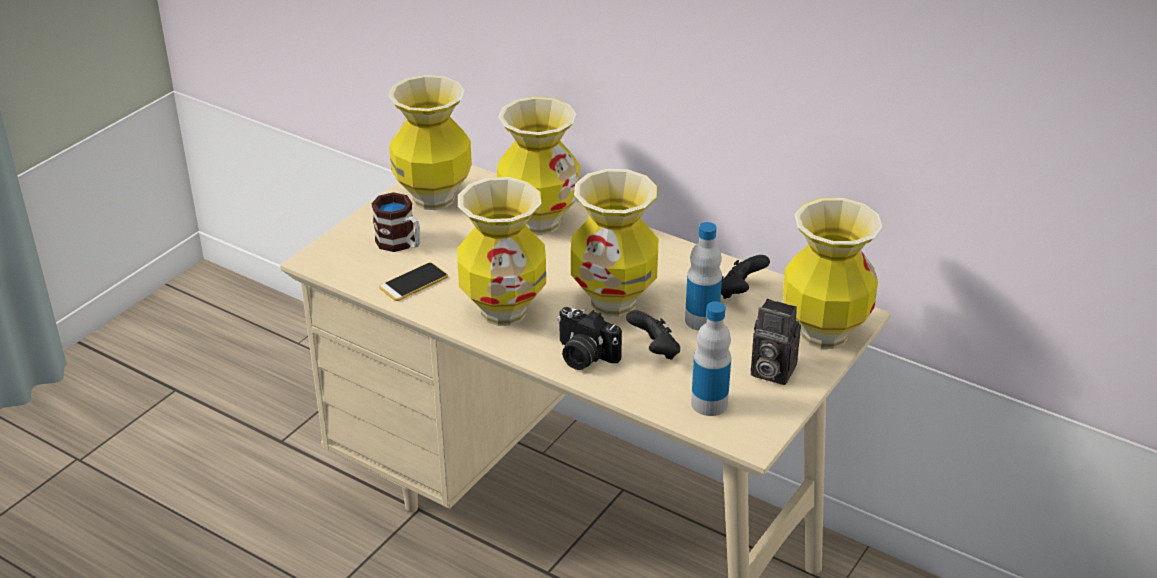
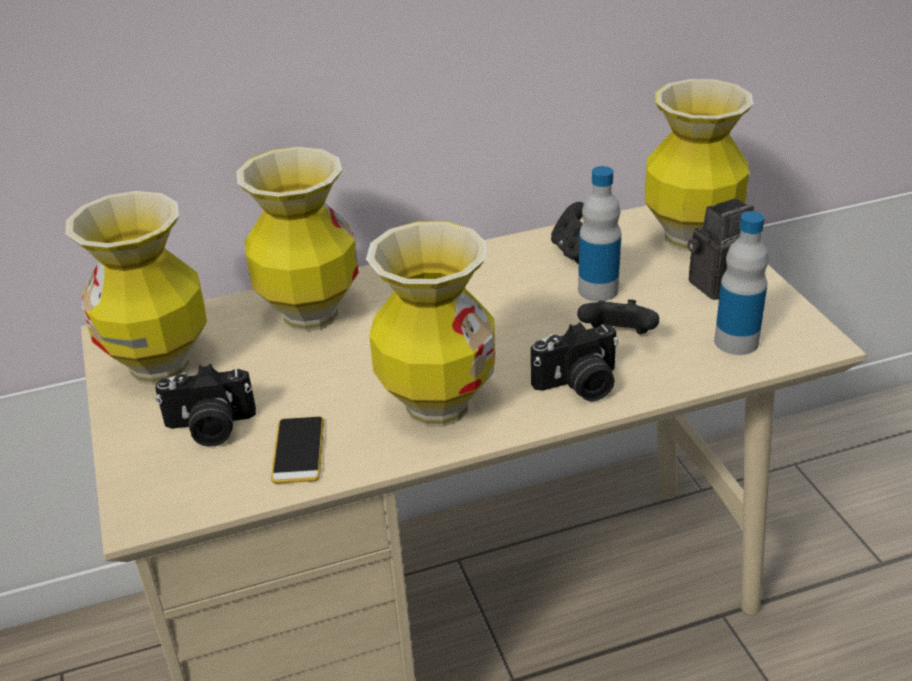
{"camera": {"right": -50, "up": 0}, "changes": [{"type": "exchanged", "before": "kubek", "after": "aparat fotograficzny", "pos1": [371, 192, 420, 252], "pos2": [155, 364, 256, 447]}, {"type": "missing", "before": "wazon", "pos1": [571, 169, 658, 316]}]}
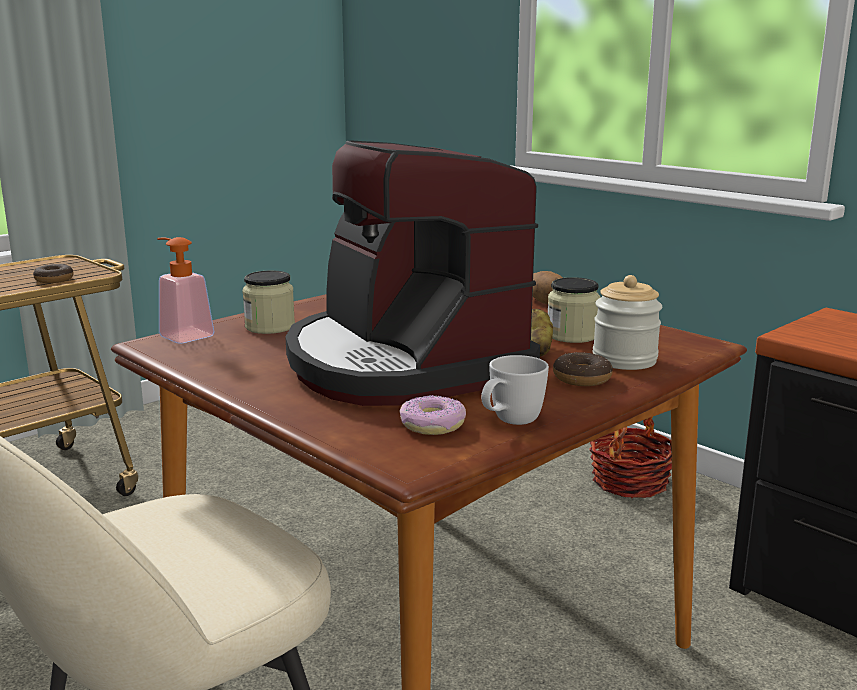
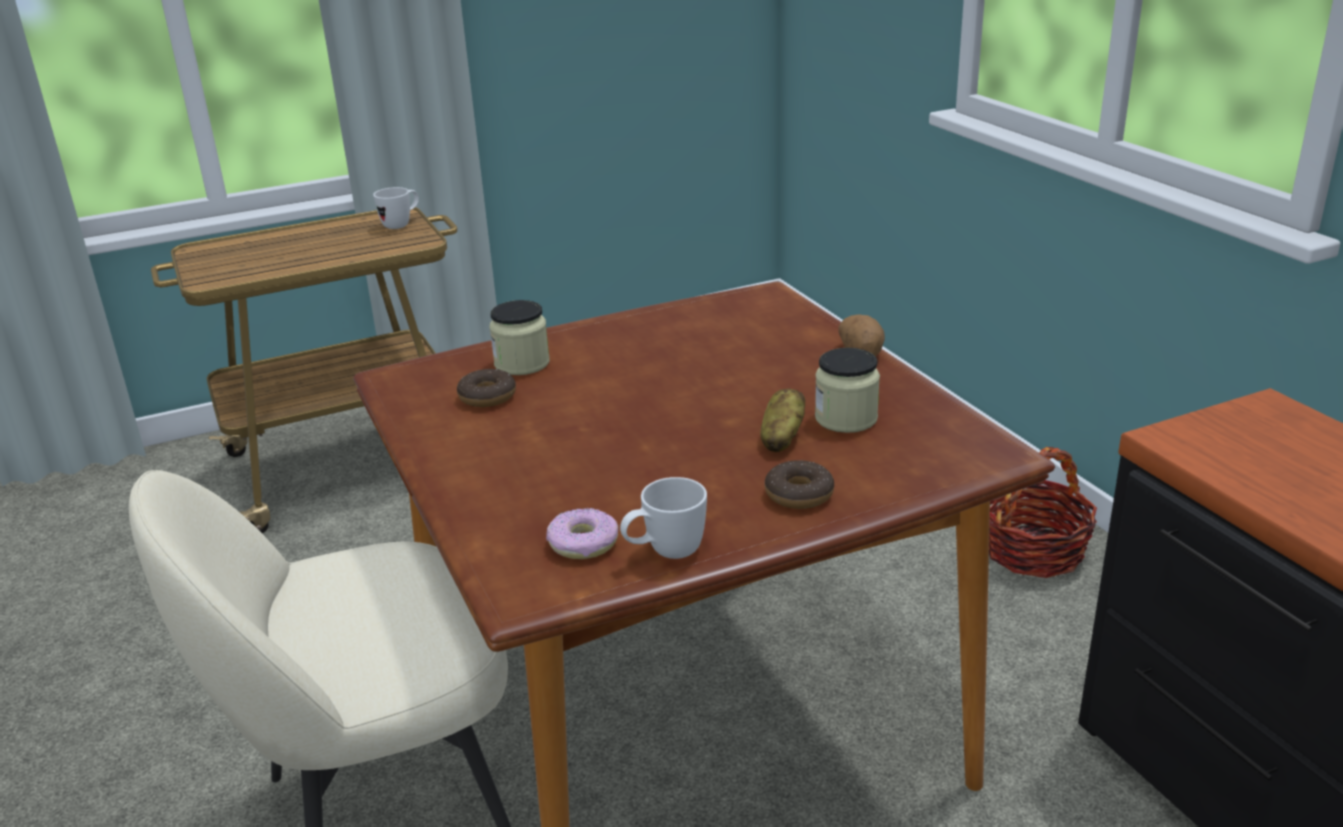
{"camera": {"right": 20, "up": 10}, "changes": [{"type": "relocated", "before": "donut", "pos1": [33, 264, 74, 283], "pos2": [457, 369, 516, 407]}, {"type": "missing", "before": "dozownik mydła", "pos1": [157, 237, 214, 344]}, {"type": "missing", "before": "ekspres do kawy", "pos1": [285, 140, 540, 406]}, {"type": "missing", "before": "słoik", "pos1": [593, 275, 662, 370]}, {"type": "appeared", "after": "kubek [biały]", "pos2": [373, 187, 419, 229]}]}
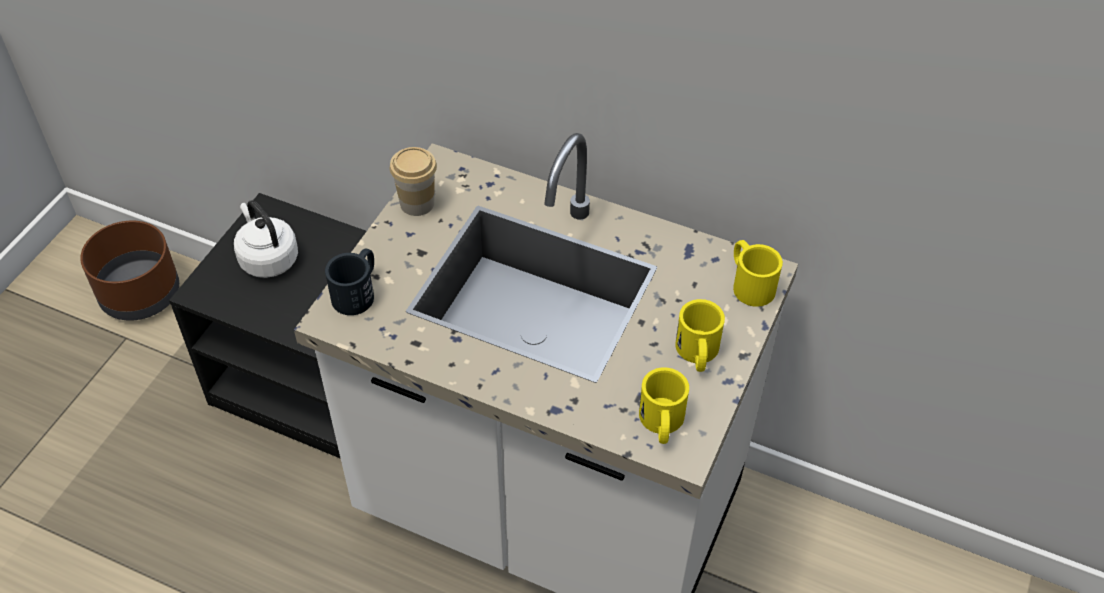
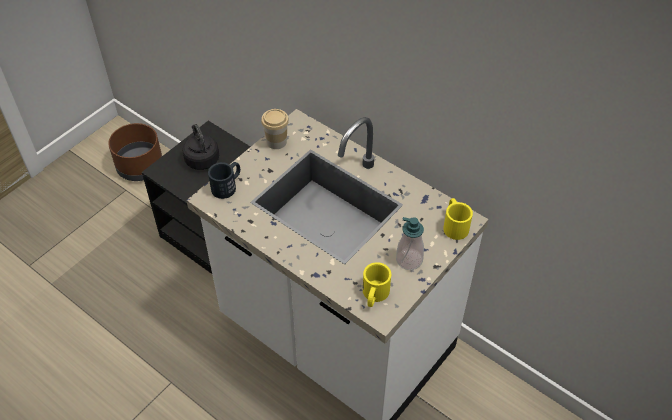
{"camera": {"right": 15, "up": 0}, "changes": [{"type": "colour", "before": "czajnik [biały]", "after": "czajnik [czarny]", "pos1": [234, 200, 298, 278], "pos2": [182, 124, 219, 170]}, {"type": "exchanged", "before": "kubek [żółty]", "after": "dozownik mydła", "pos1": [675, 299, 725, 372], "pos2": [396, 217, 424, 270]}]}
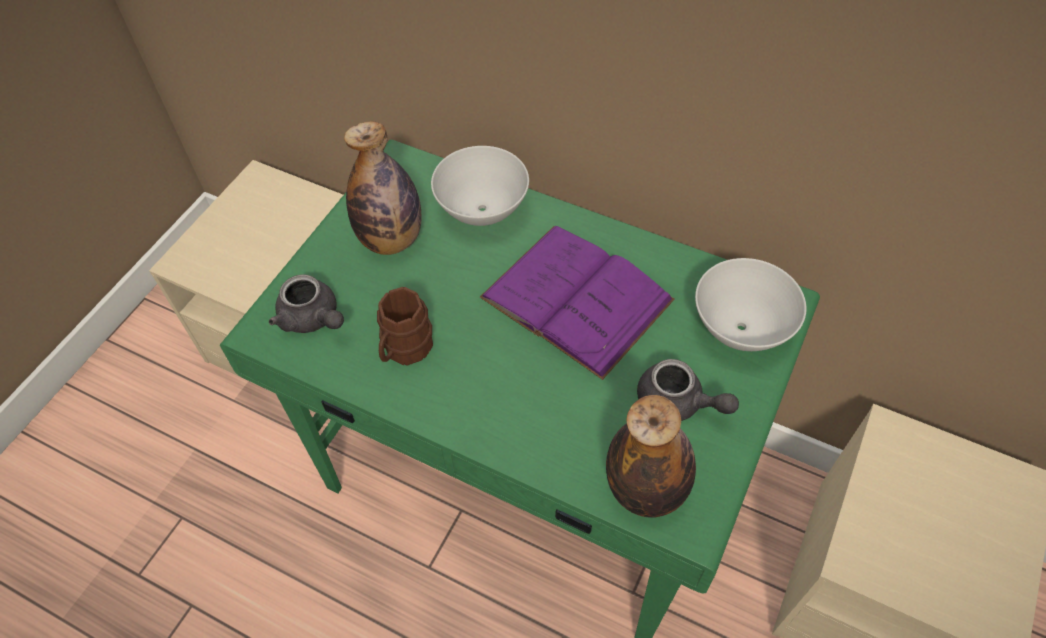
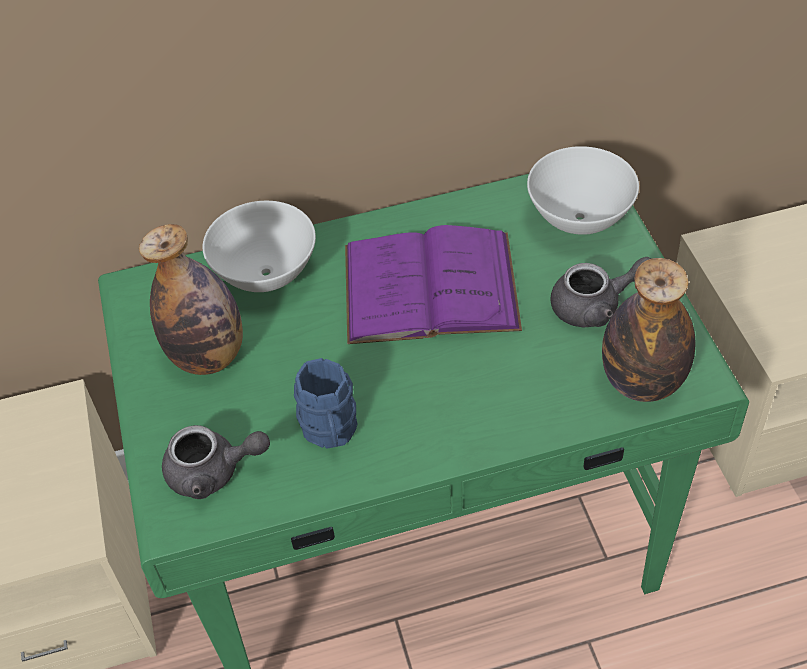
{"camera": {"right": -40, "up": -5}, "changes": [{"type": "colour", "before": "kubek [brązowy]", "after": "kubek [niebieski]", "pos1": [377, 287, 433, 366], "pos2": [294, 358, 358, 449]}]}
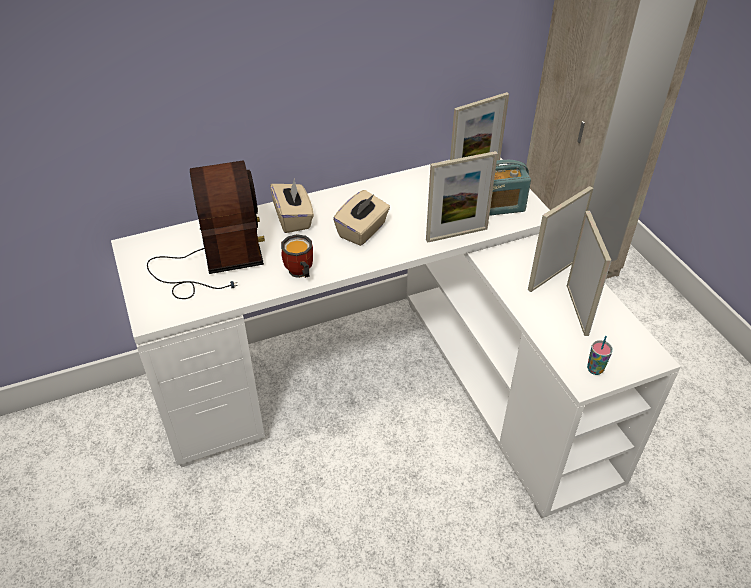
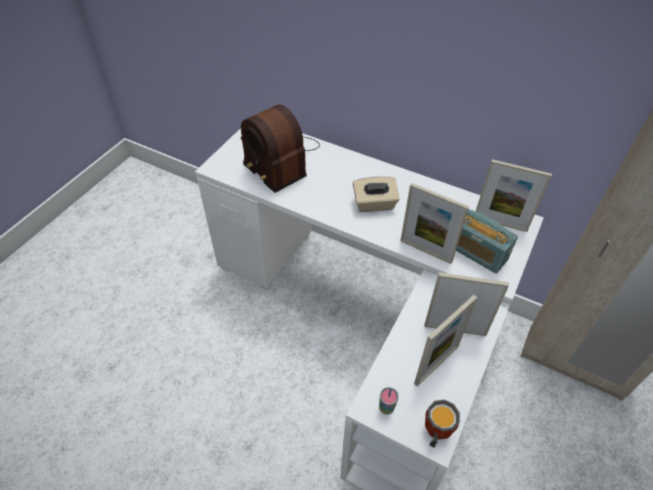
{"camera": {"right": 50, "up": 5}, "changes": [{"type": "spun", "before": "radio", "pos1": [147, 160, 265, 299], "pos2": [241, 104, 320, 193], "turn": 105}, {"type": "missing", "before": "pudełko chusteczek [beżowy]", "pos1": [270, 180, 314, 233]}, {"type": "relocated", "before": "kubek", "pos1": [281, 234, 313, 278], "pos2": [425, 400, 460, 448]}]}
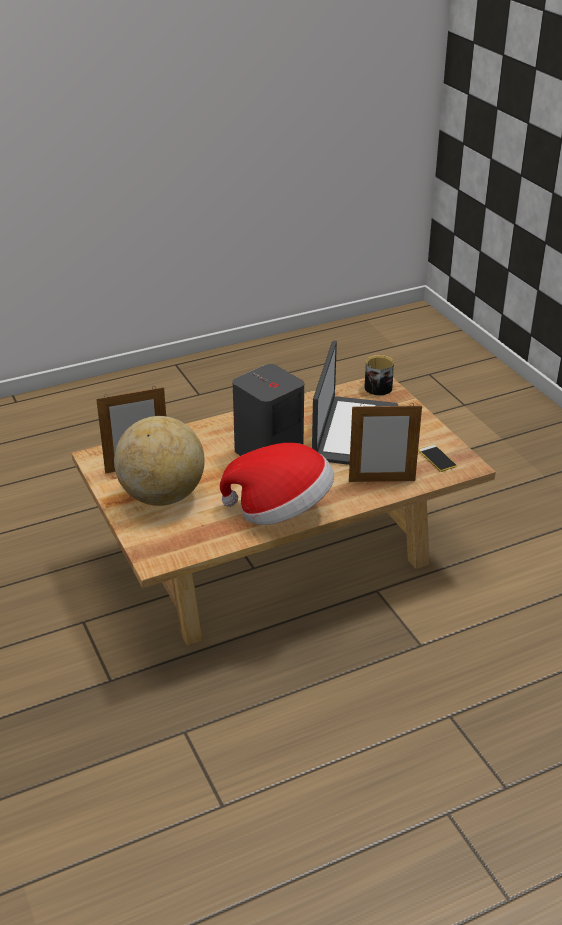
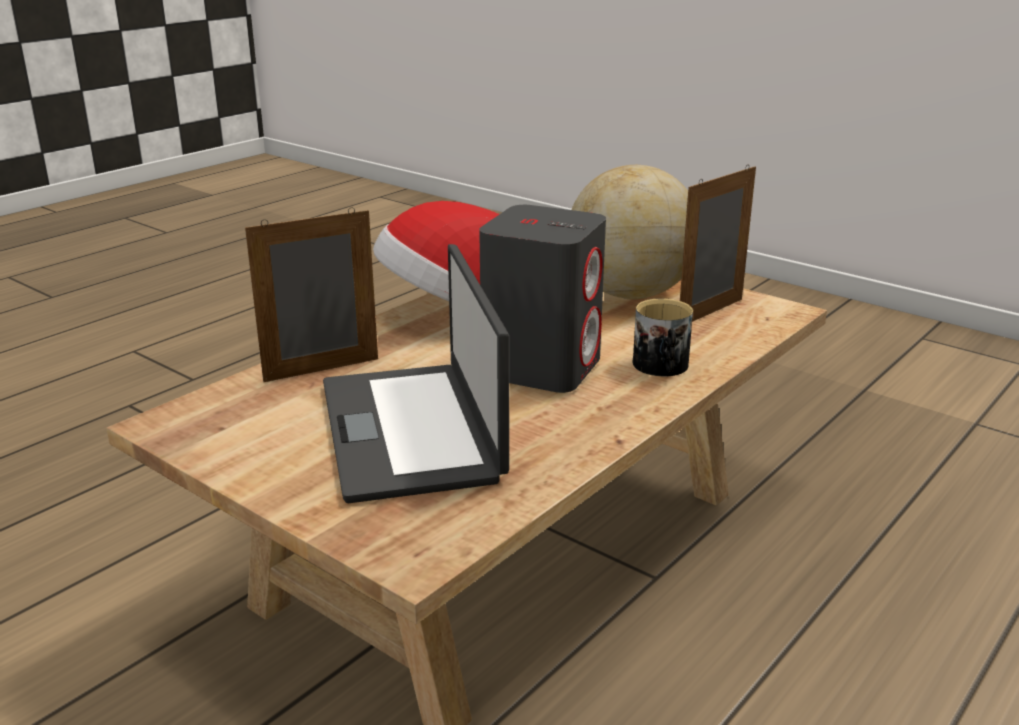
{"camera": {"right": 155, "up": -10}, "changes": [{"type": "relocated", "before": "kubek", "pos1": [365, 355, 394, 395], "pos2": [633, 298, 693, 376]}, {"type": "missing", "before": "telefon", "pos1": [418, 445, 457, 472]}]}
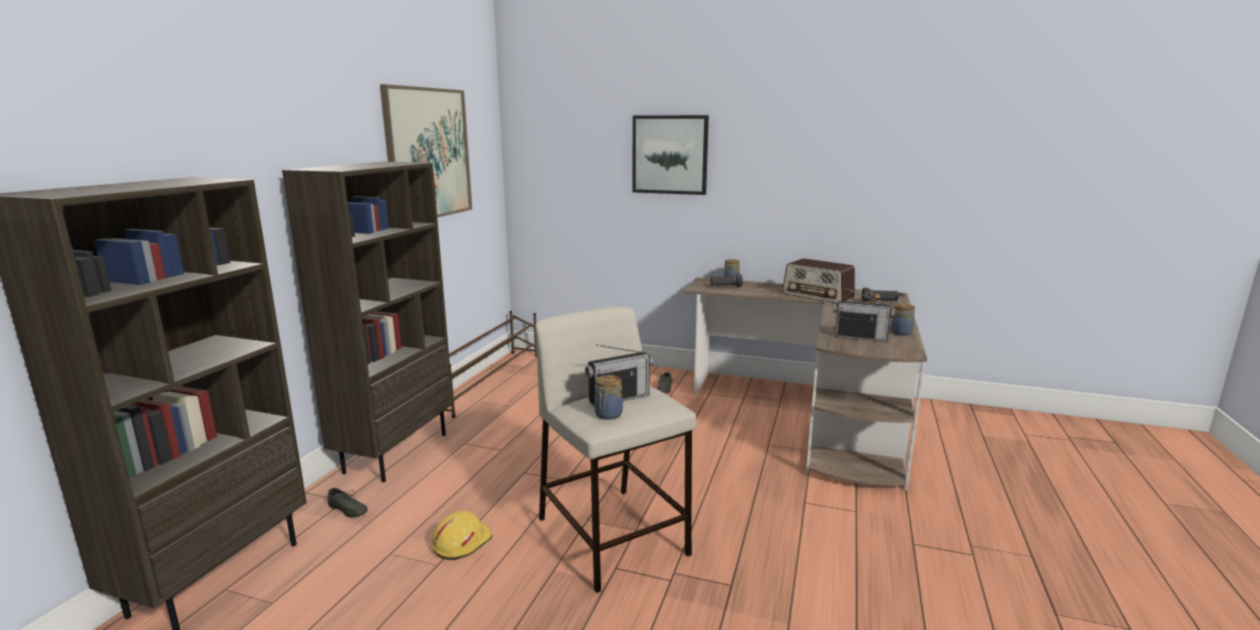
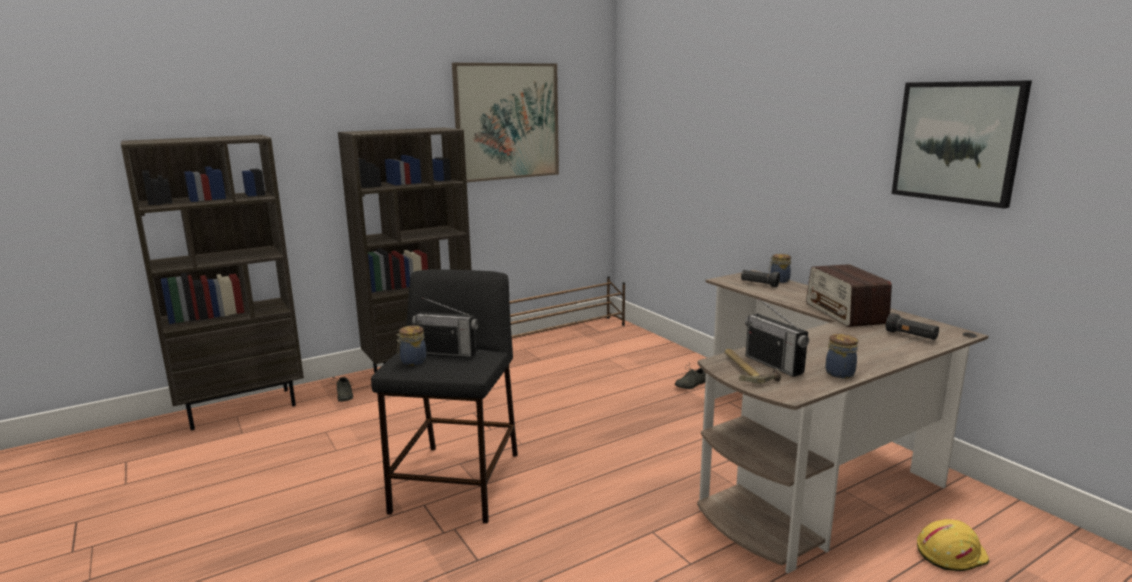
{"camera": {"right": 40, "up": 0}, "changes": [{"type": "relocated", "before": "kask [żółty]", "pos1": [431, 511, 492, 560], "pos2": [917, 519, 989, 571]}, {"type": "colour", "before": "stołek [beżowy]", "after": "stołek [czarny]", "pos1": [535, 307, 696, 593], "pos2": [371, 269, 518, 523]}, {"type": "relocated", "before": "obraz", "pos1": [633, 115, 709, 195], "pos2": [892, 80, 1032, 209]}, {"type": "appeared", "after": "młotek", "pos2": [724, 349, 781, 384]}]}
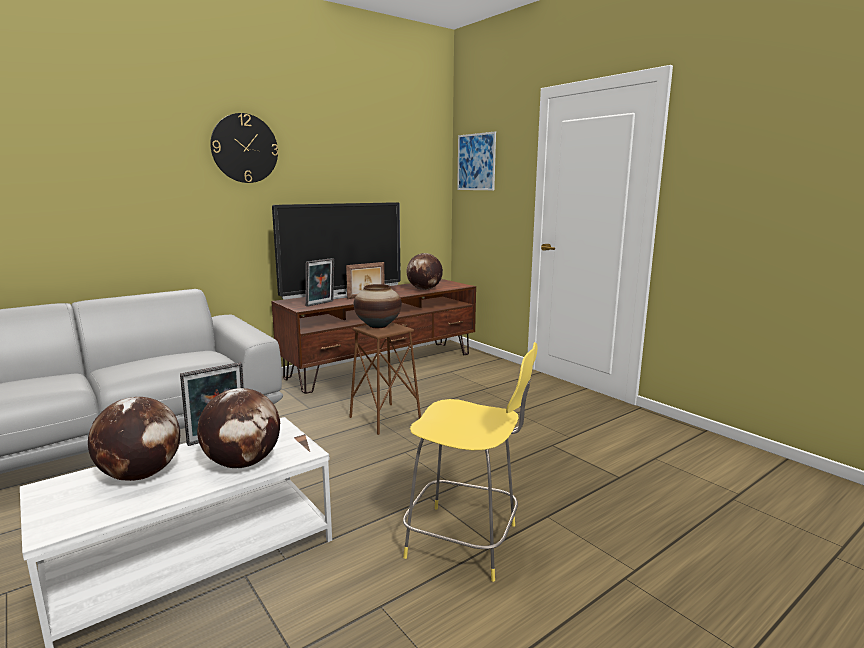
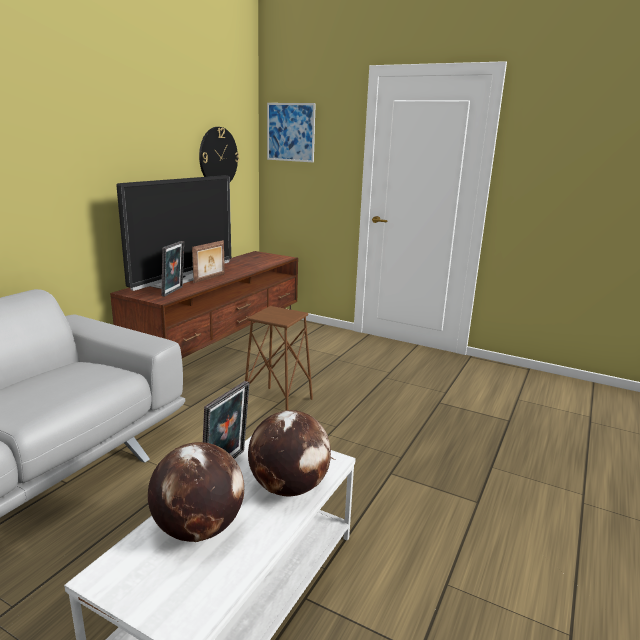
{"camera": {"right": -25, "up": 5}, "changes": [{"type": "relocated", "before": "zegar ścienny", "pos1": [210, 113, 278, 183], "pos2": [199, 127, 239, 182]}, {"type": "missing", "before": "wazon", "pos1": [354, 284, 402, 328]}, {"type": "missing", "before": "stołek [żółty]", "pos1": [403, 342, 538, 582]}, {"type": "missing", "before": "globus", "pos1": [407, 253, 443, 290]}]}
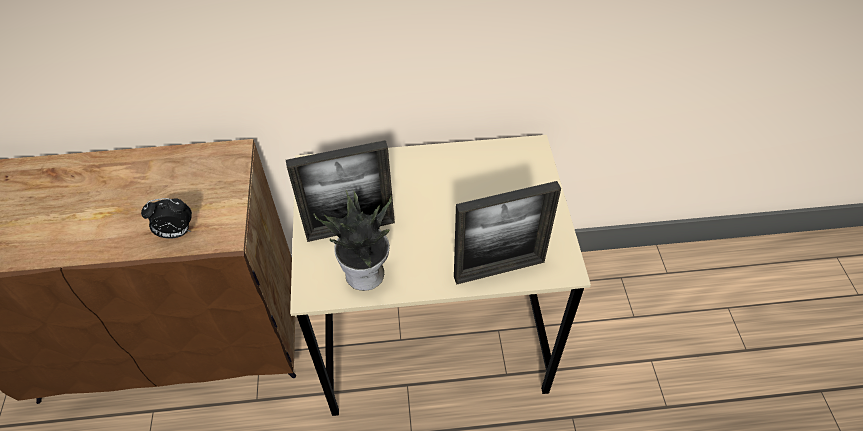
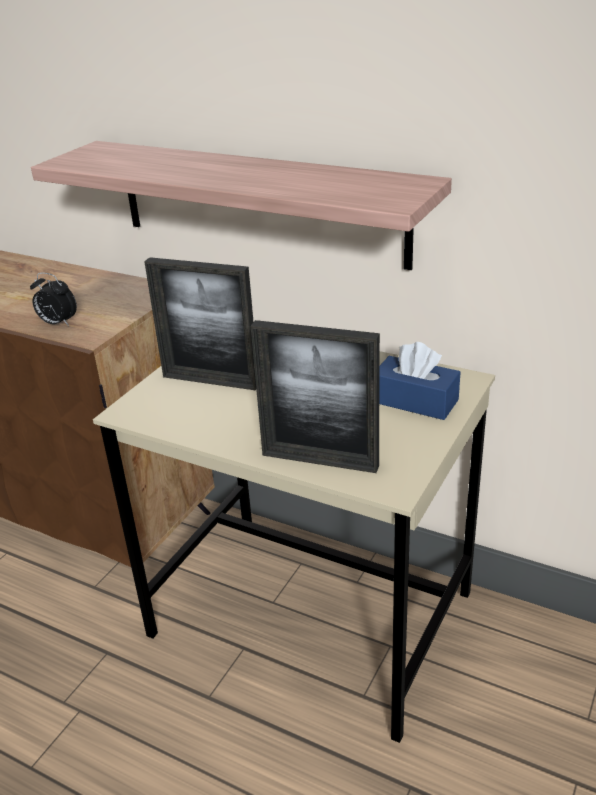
{"camera": {"right": 35, "up": -20}, "changes": [{"type": "missing", "before": "roślina doniczkowa", "pos1": [313, 189, 392, 291]}, {"type": "appeared", "after": "półka", "pos2": [31, 141, 452, 270]}, {"type": "appeared", "after": "pudełko chusteczek [niebieski]", "pos2": [379, 342, 460, 420]}]}
